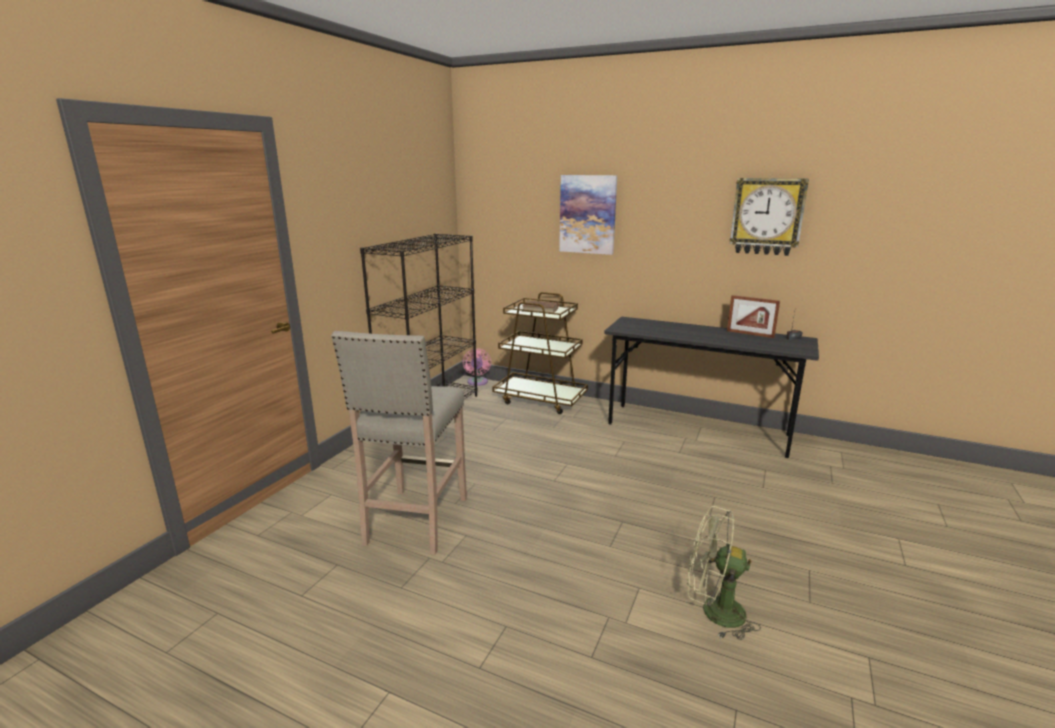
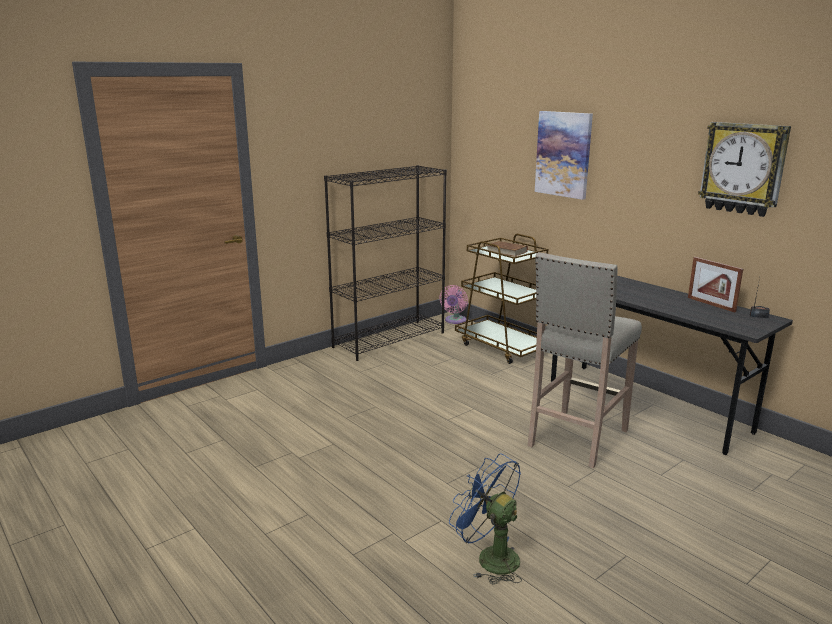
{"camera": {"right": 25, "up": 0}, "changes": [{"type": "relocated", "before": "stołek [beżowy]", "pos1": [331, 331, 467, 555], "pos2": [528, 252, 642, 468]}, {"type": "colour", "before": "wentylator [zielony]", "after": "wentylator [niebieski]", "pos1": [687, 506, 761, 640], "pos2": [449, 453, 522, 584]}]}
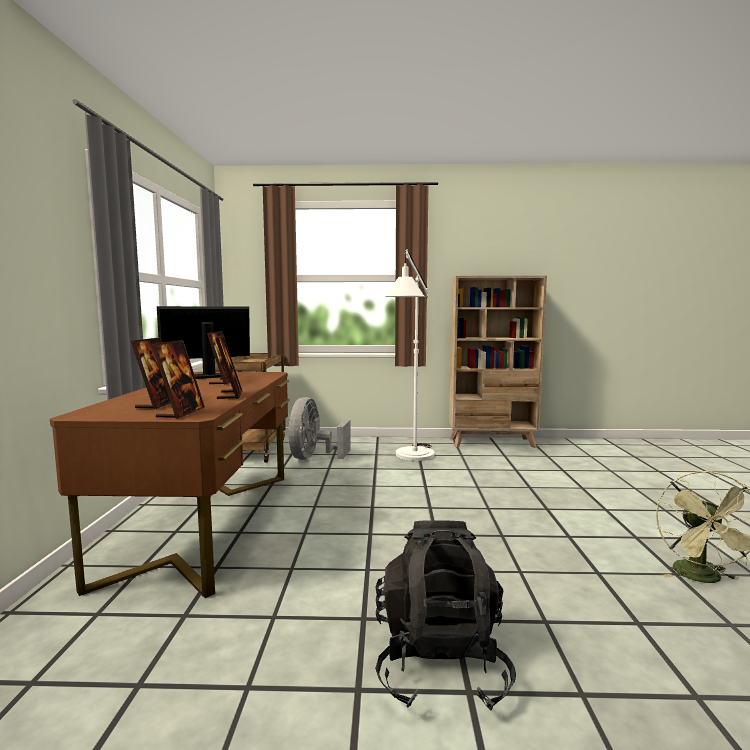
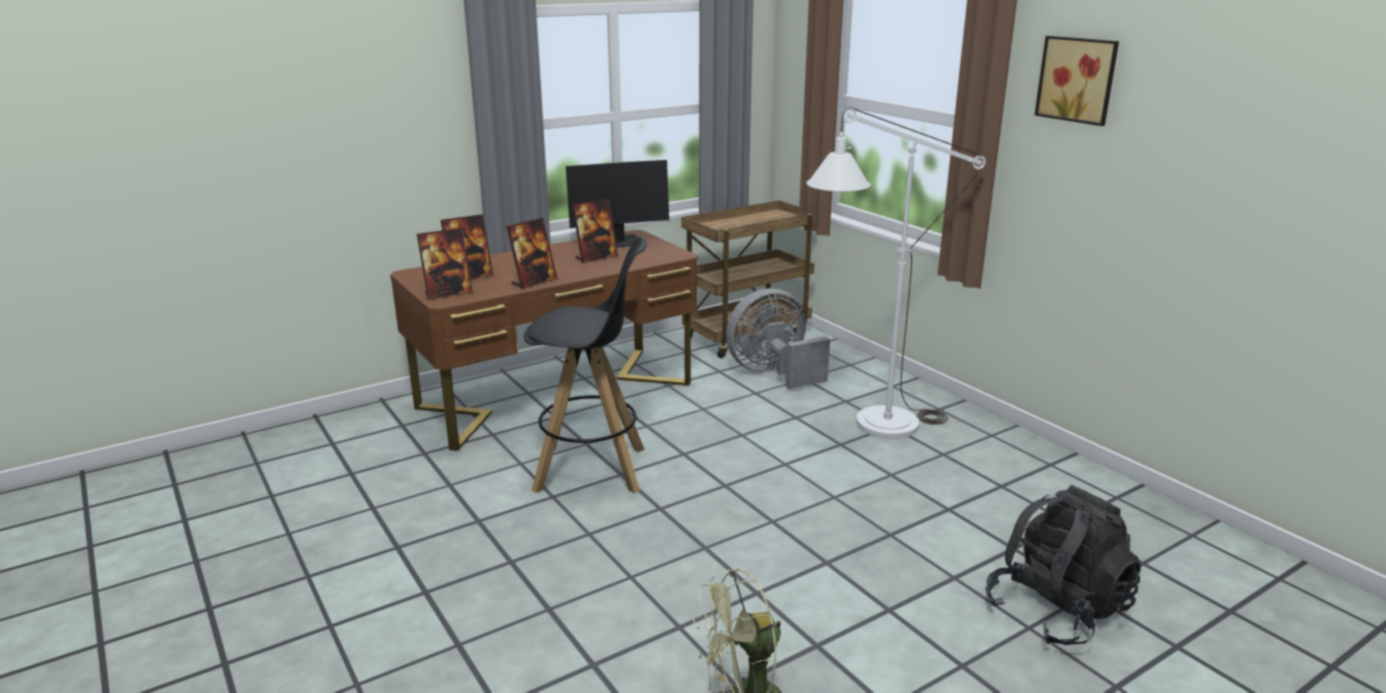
{"camera": {"right": 55, "up": 15}, "changes": [{"type": "spun", "before": "monitor", "pos1": [157, 306, 250, 379], "pos2": [566, 160, 669, 248], "turn": 135}, {"type": "relocated", "before": "plecak [czarny]", "pos1": [375, 520, 516, 711], "pos2": [985, 485, 1140, 645]}, {"type": "missing", "before": "regał [beżowy]", "pos1": [449, 276, 547, 448]}, {"type": "appeared", "after": "stołek [czarny]", "pos2": [524, 237, 647, 494]}, {"type": "appeared", "after": "obraz", "pos2": [1035, 36, 1119, 126]}]}
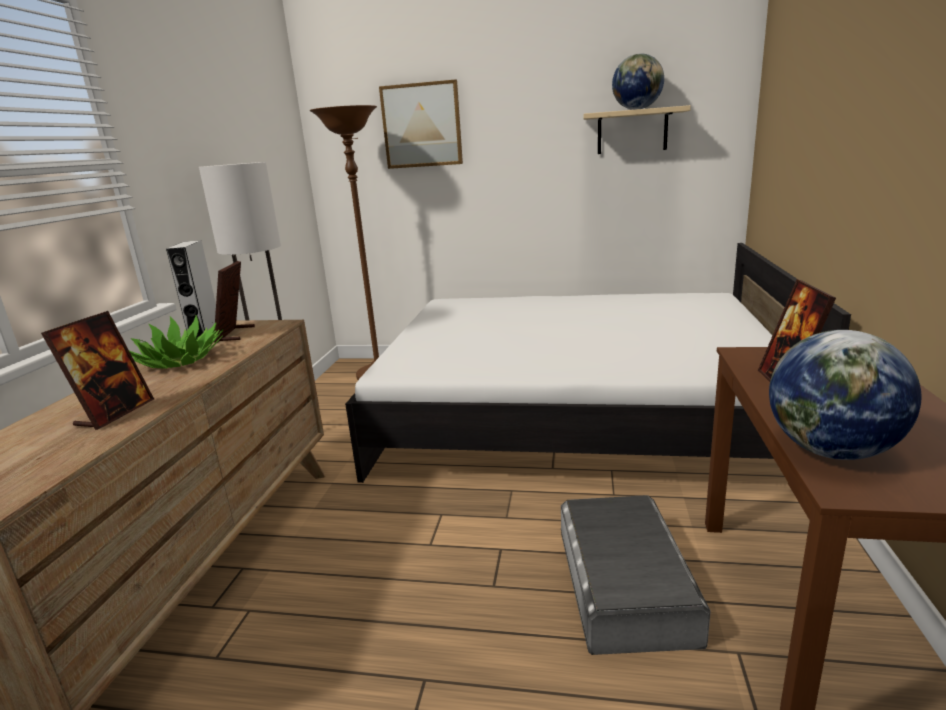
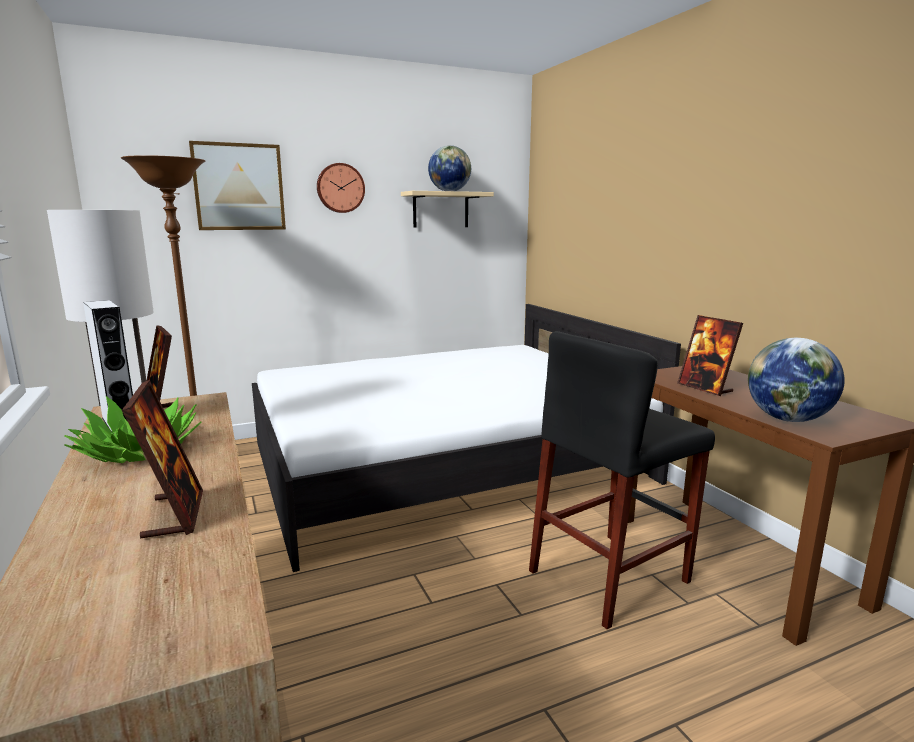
{"camera": {"right": -35, "up": -5}, "changes": [{"type": "exchanged", "before": "pojemnik do przechowywania [szary]", "after": "stołek [czarny]", "pos1": [561, 495, 711, 655], "pos2": [529, 331, 715, 629]}, {"type": "appeared", "after": "zegar ścienny", "pos2": [317, 163, 365, 213]}]}
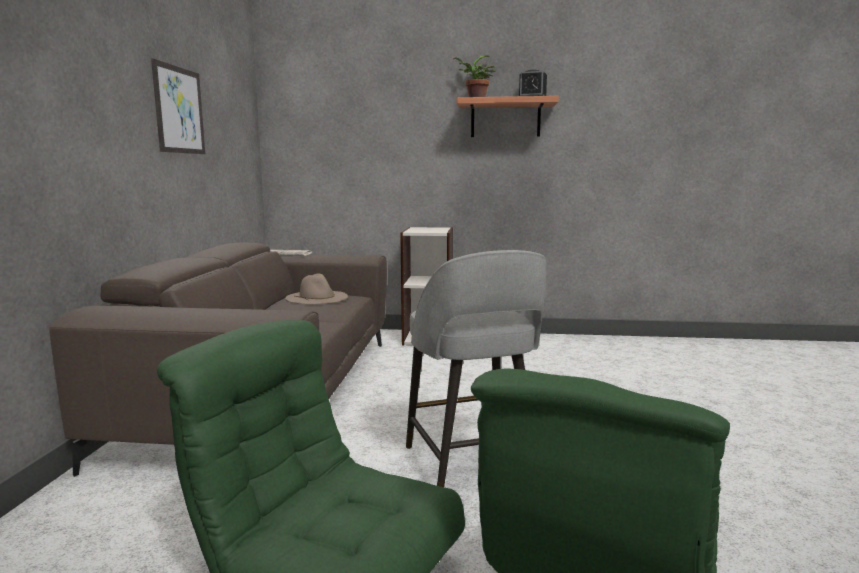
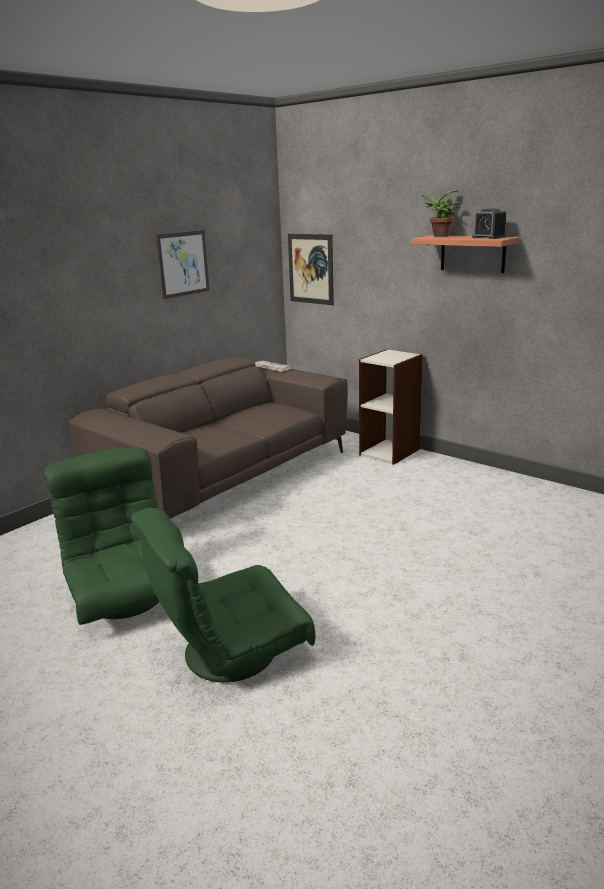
{"camera": {"right": 35, "up": 10}, "changes": [{"type": "missing", "before": "kapelusz [beżowy]", "pos1": [285, 274, 348, 304]}, {"type": "missing", "before": "stołek [szary]", "pos1": [406, 250, 547, 487]}, {"type": "appeared", "after": "obraz", "pos2": [288, 234, 334, 305]}]}
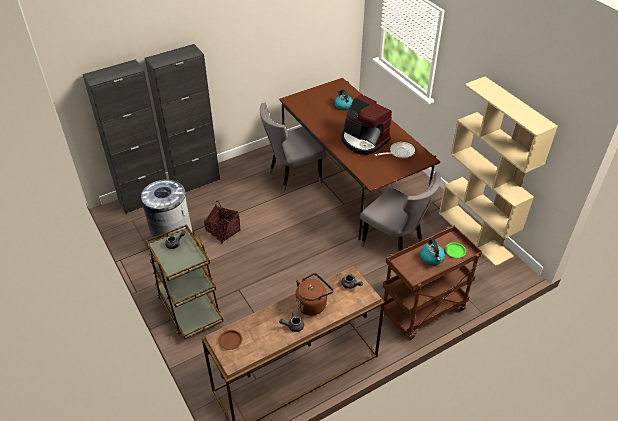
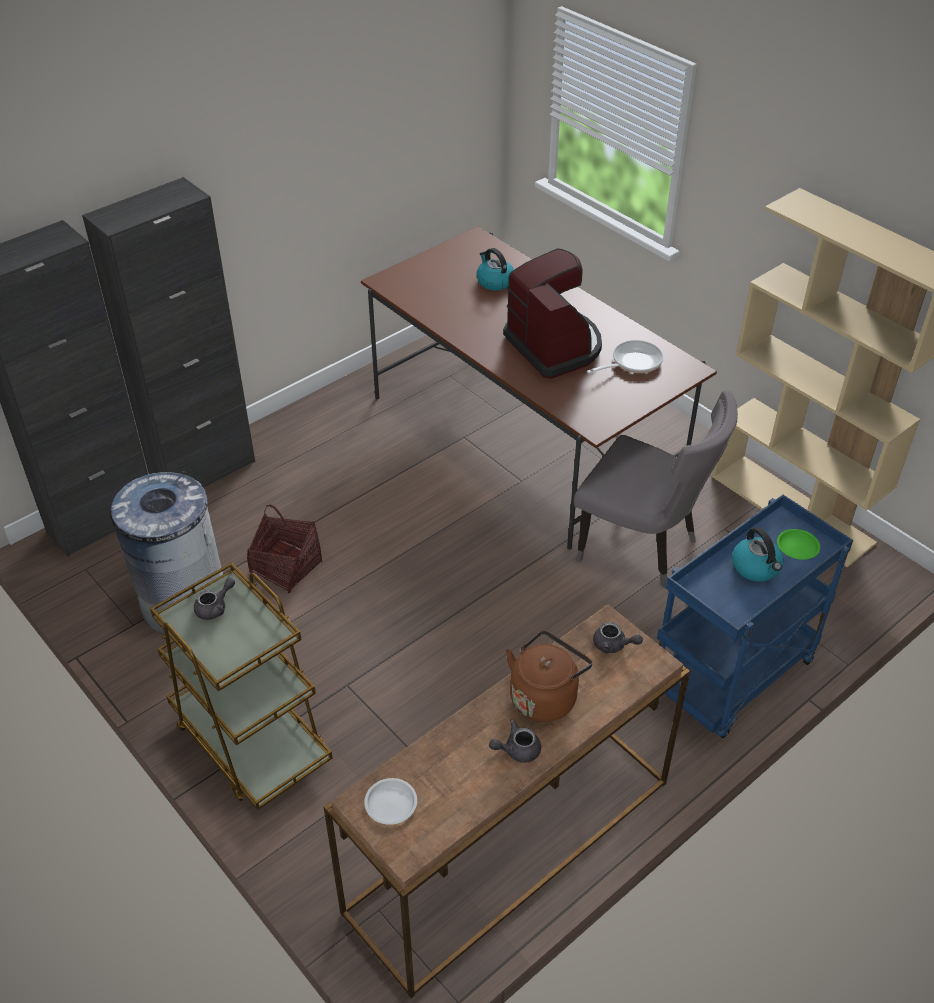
{"camera": {"right": -10, "up": 0}, "changes": [{"type": "colour", "before": "talerz [brązowy]", "after": "talerz [biały]", "pos1": [218, 330, 242, 350], "pos2": [364, 778, 417, 825]}, {"type": "missing", "before": "krzesło [szary]", "pos1": [260, 103, 326, 192]}, {"type": "spun", "before": "ekspres do kawy", "pos1": [341, 94, 392, 155], "pos2": [503, 248, 602, 379], "turn": -150}, {"type": "colour", "before": "wózek [brązowy]", "after": "wózek [niebieski]", "pos1": [380, 225, 482, 339], "pos2": [657, 495, 853, 738]}]}
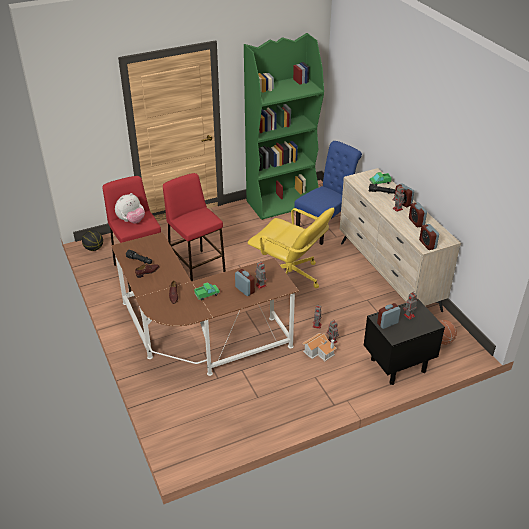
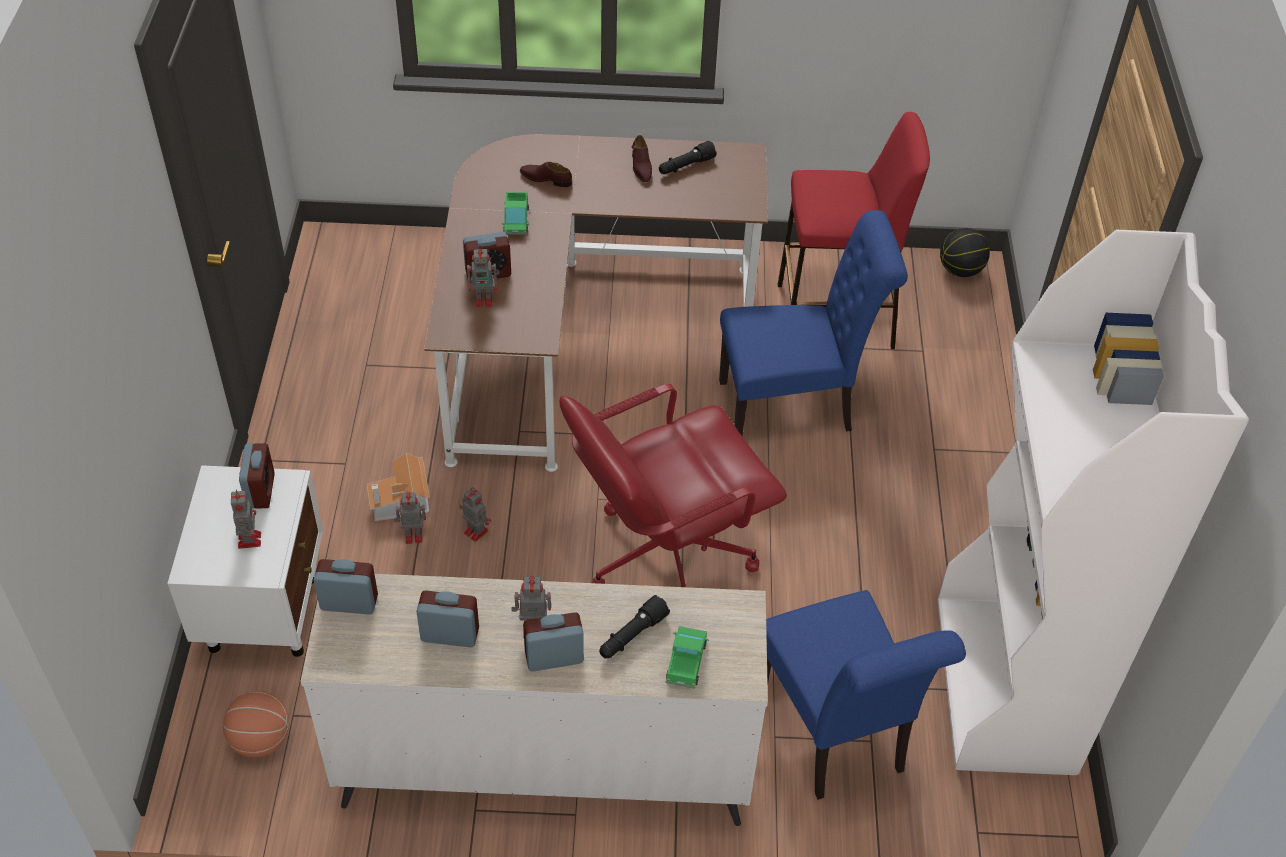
{"camera": {"right": 115, "up": 10}, "changes": [{"type": "missing", "before": "pluszak", "pos1": [115, 193, 145, 224]}, {"type": "exchanged", "before": "stołek [czerwony]", "after": "krzesło [niebieski]", "pos1": [163, 173, 226, 281], "pos2": [719, 210, 908, 436]}, {"type": "colour", "before": "regał [zielony]", "after": "regał [biały]", "pos1": [244, 33, 324, 220], "pos2": [938, 230, 1249, 775]}, {"type": "colour", "before": "krzesło biurowe [żółty]", "after": "krzesło biurowe [czerwony]", "pos1": [248, 208, 335, 288], "pos2": [560, 384, 787, 587]}, {"type": "colour", "before": "szafka nocna [czarny]", "after": "szafka nocna [biały]", "pos1": [364, 299, 445, 385], "pos2": [167, 465, 323, 657]}]}
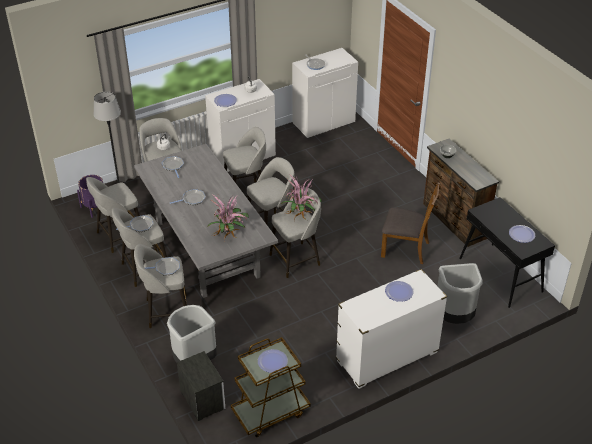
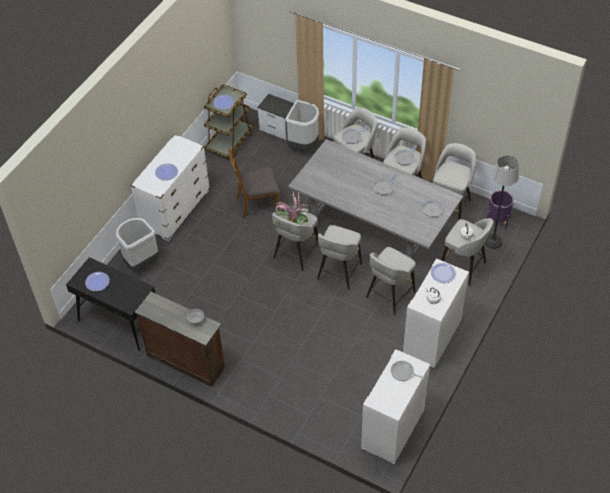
{"camera": {"right": 150, "up": 10}, "changes": [{"type": "missing", "before": "roślina doniczkowa", "pos1": [208, 195, 249, 240]}, {"type": "relocated", "before": "krzesło [brązowy]", "pos1": [381, 182, 440, 264], "pos2": [228, 149, 280, 218]}]}
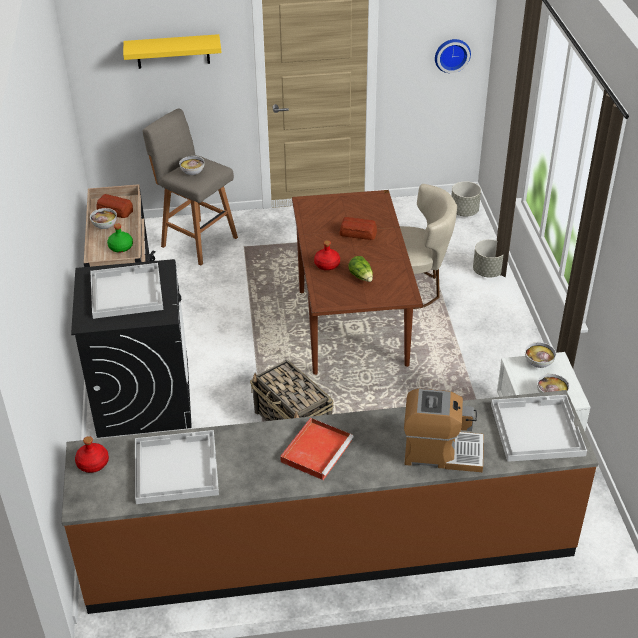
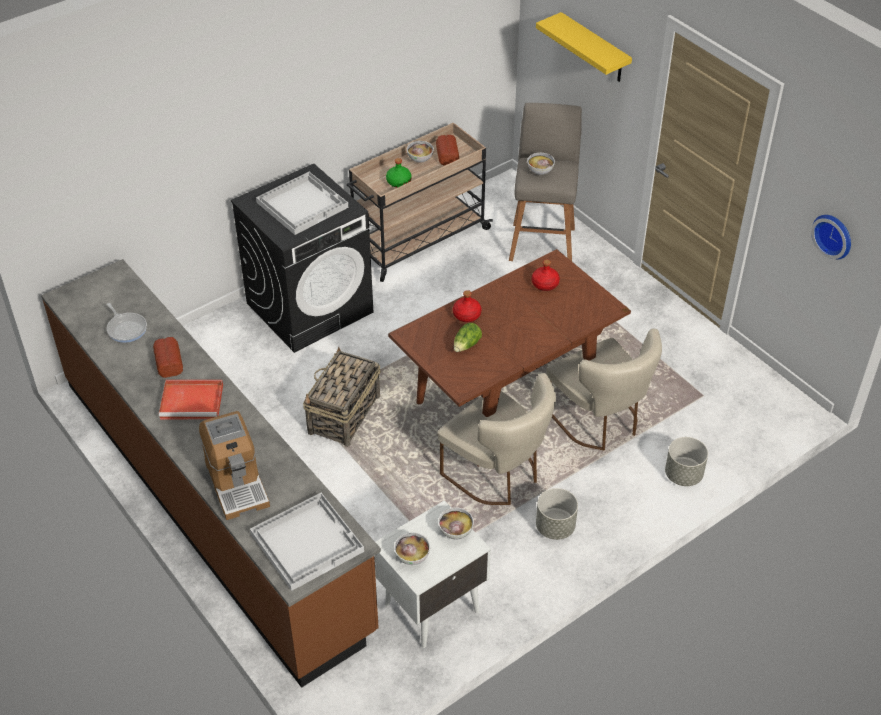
{"camera": {"right": 60, "up": 5}, "changes": [{"type": "relocated", "before": "butelka [czerwony]", "pos1": [75, 436, 109, 473], "pos2": [532, 259, 560, 291]}, {"type": "exchanged", "before": "taca [biały]", "after": "patelnia", "pos1": [135, 430, 219, 504], "pos2": [107, 303, 147, 343]}, {"type": "relocated", "before": "chleb", "pos1": [339, 217, 377, 240], "pos2": [153, 337, 183, 378]}, {"type": "relocated", "before": "donica [szary]", "pos1": [451, 181, 481, 217], "pos2": [536, 488, 578, 540]}, {"type": "appeared", "after": "krzesło [beżowy]", "pos2": [438, 373, 556, 505]}]}
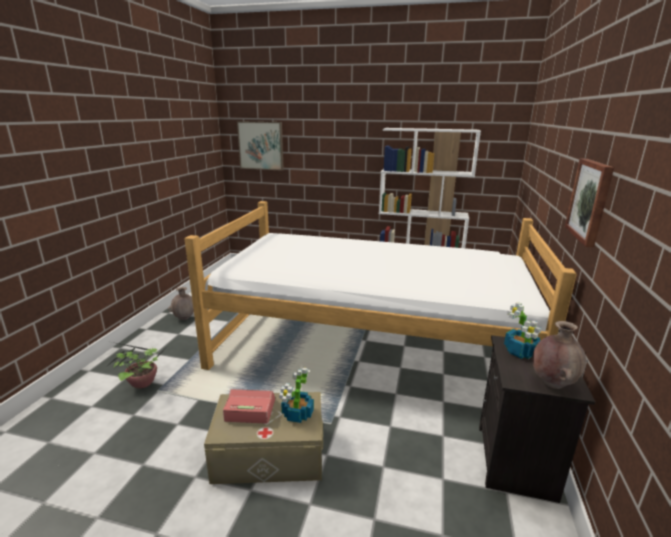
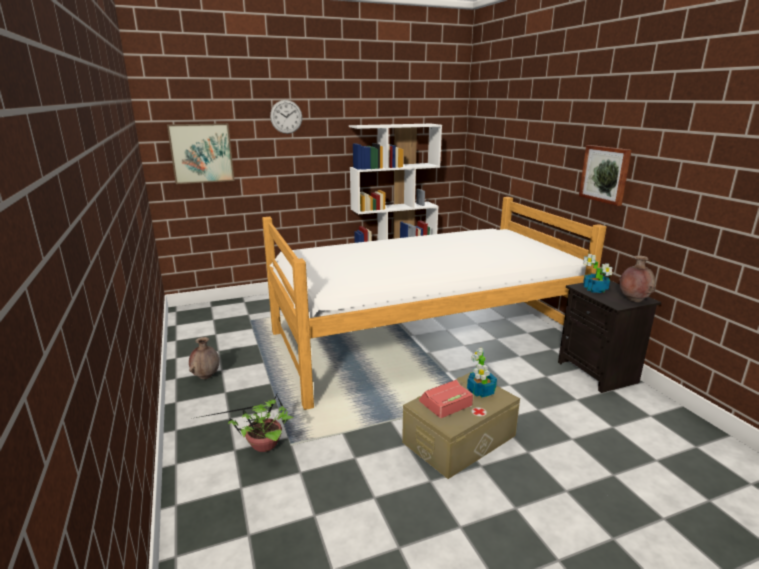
{"camera": {"right": -35, "up": 0}, "changes": [{"type": "appeared", "after": "zegar ścienny", "pos2": [270, 100, 302, 134]}]}
